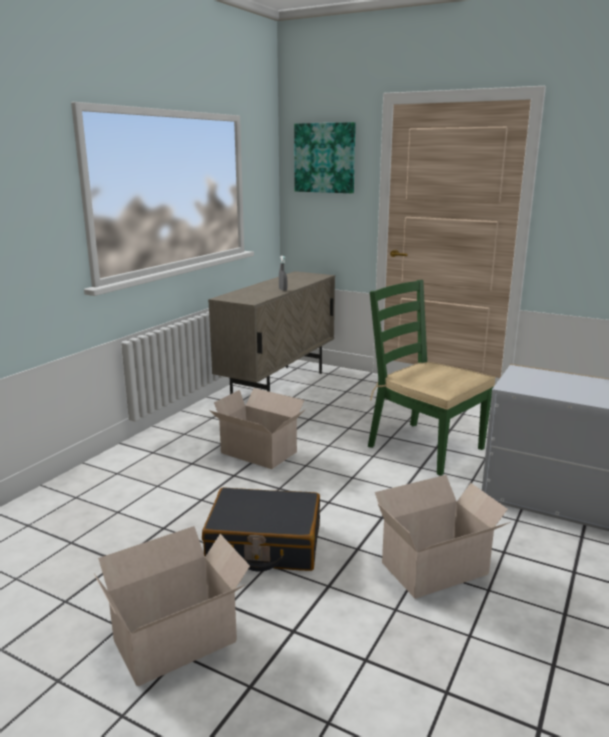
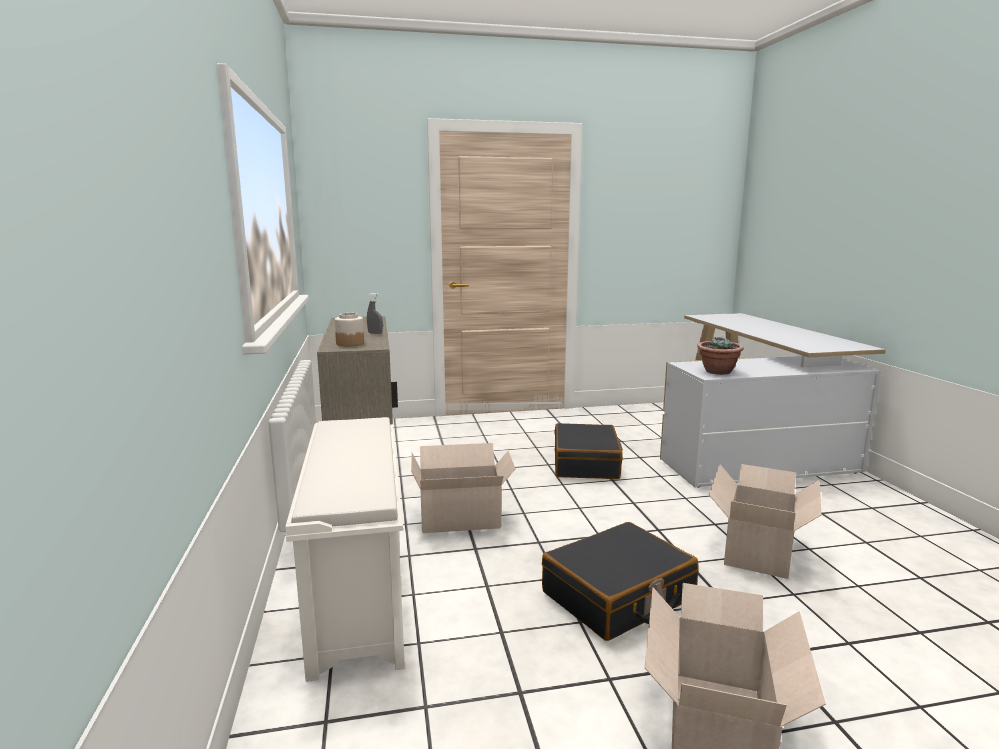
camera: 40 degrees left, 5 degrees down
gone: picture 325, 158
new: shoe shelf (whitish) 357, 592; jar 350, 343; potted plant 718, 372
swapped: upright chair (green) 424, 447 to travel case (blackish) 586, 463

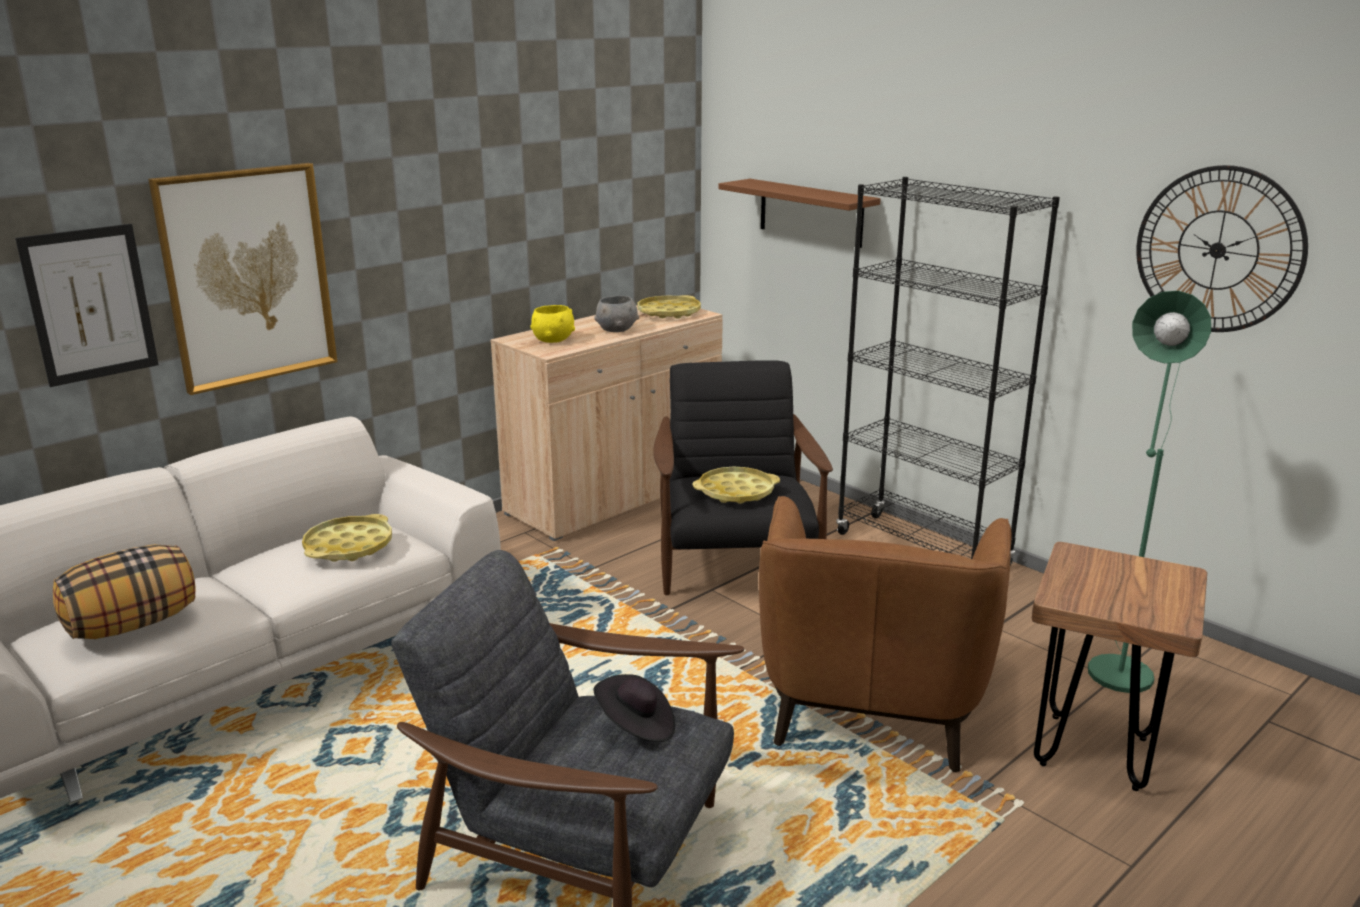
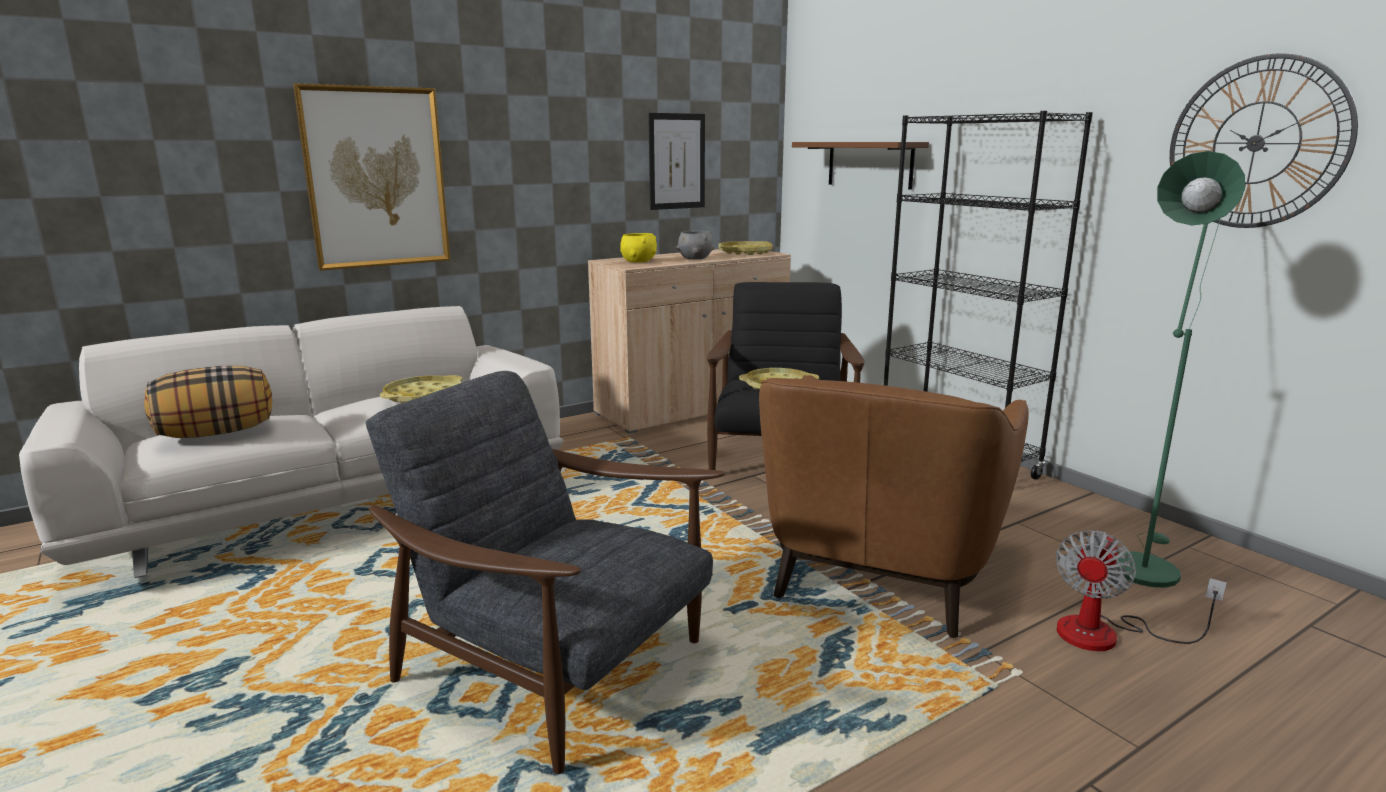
camera: 10 degrees right, 5 degrees down
gone: hat (blackish) 636, 726
shifted: picture 90, 304 to 676, 161
swapped: sitting stool (brownish) 1094, 751 to cooling fan 1107, 634

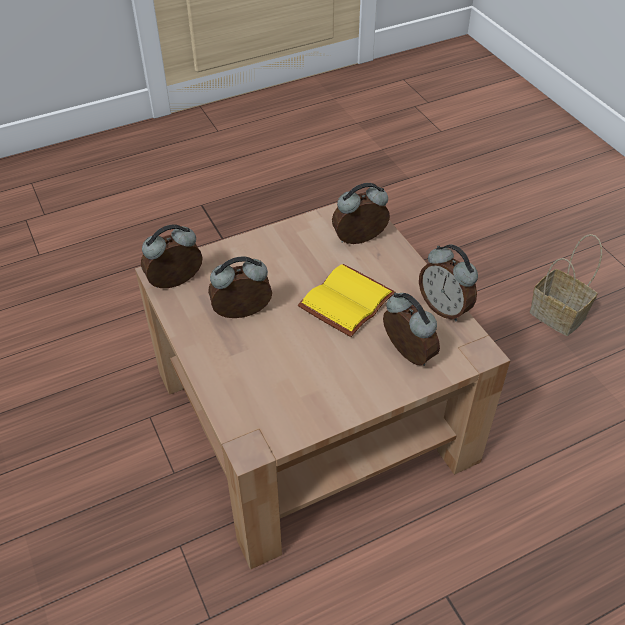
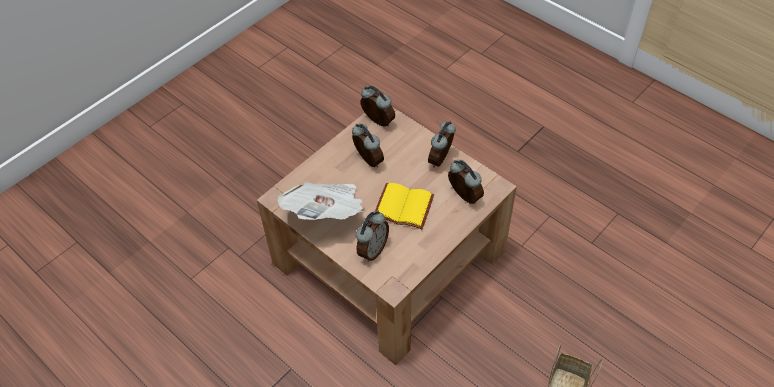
camera: 70 degrees right, 5 degrees up
new: newspaper 326, 213
shifted: alarm clock 444, 308 to 441, 160

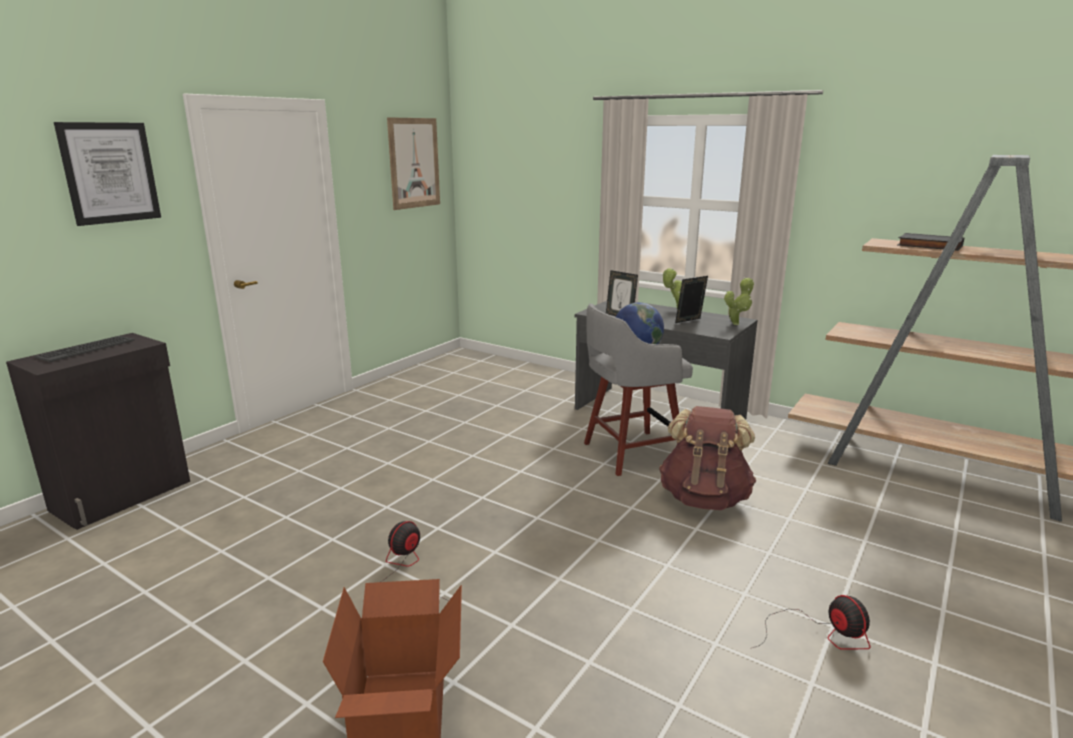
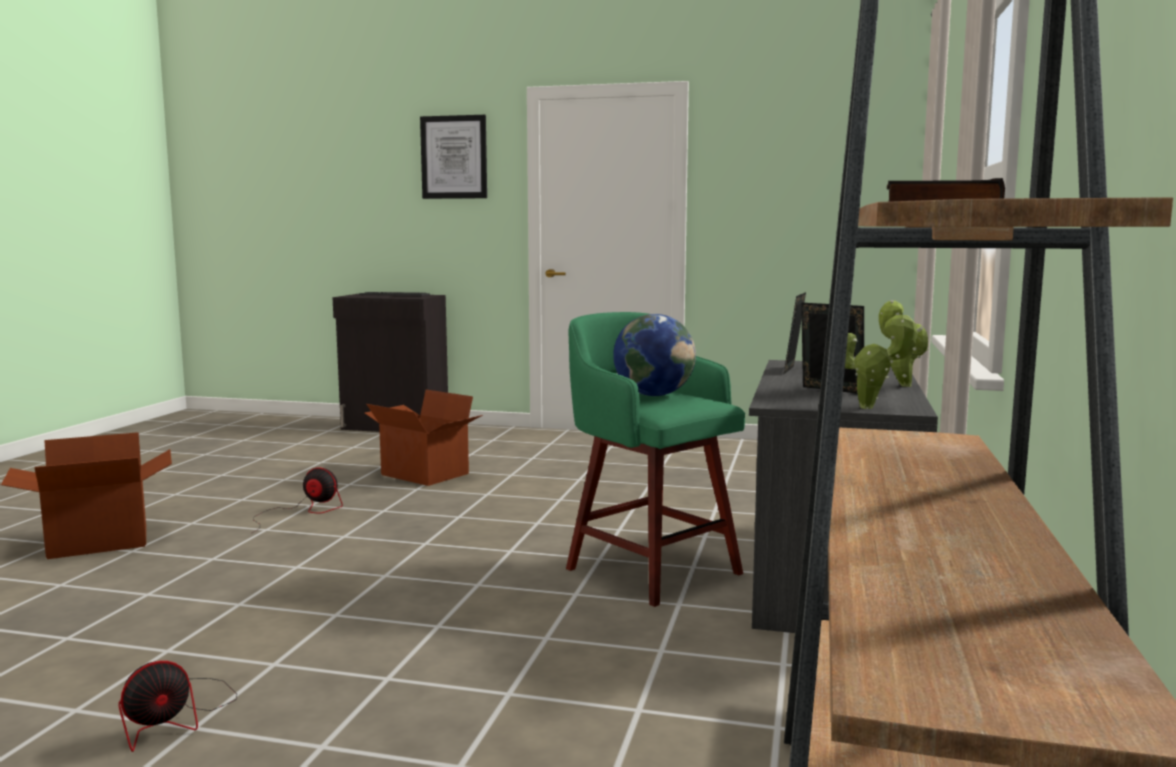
camera: 70 degrees right, 10 degrees down
gone: picture 414, 163; knapsack (brownish) 704, 498
new: cardboard box 423, 474
repainted: sitting stool (greyish) 630, 453 to sitting stool (green) 649, 569

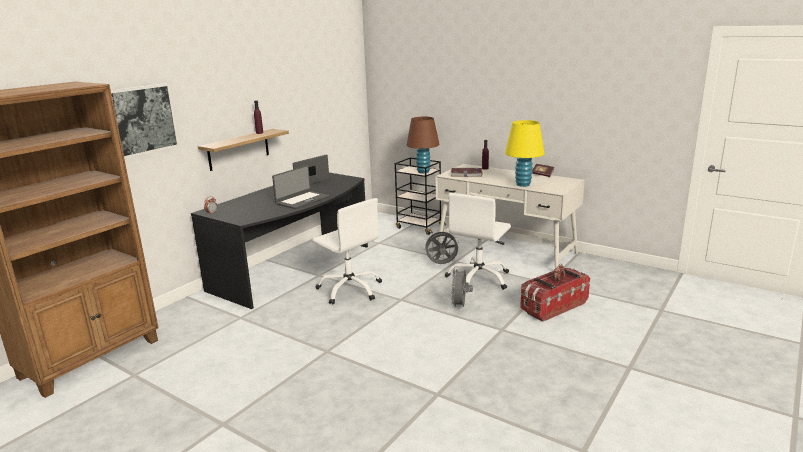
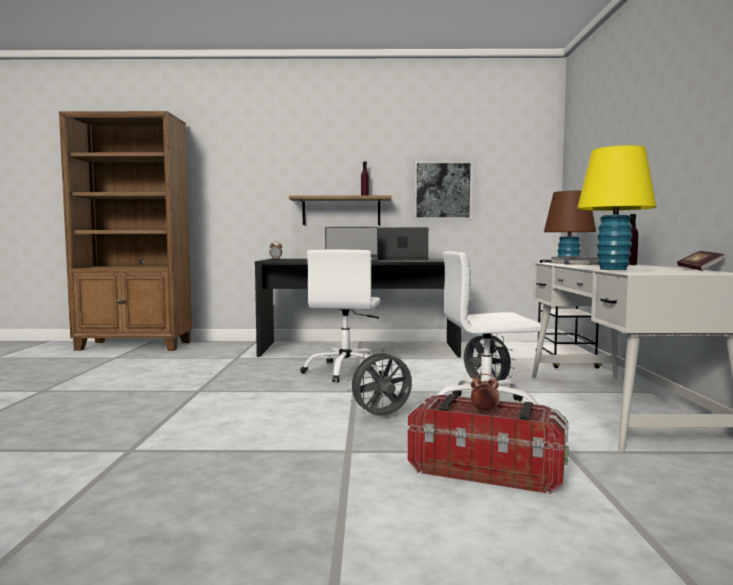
camera: 55 degrees right, 15 degrees down
shifted: picture 143, 119 to 442, 190

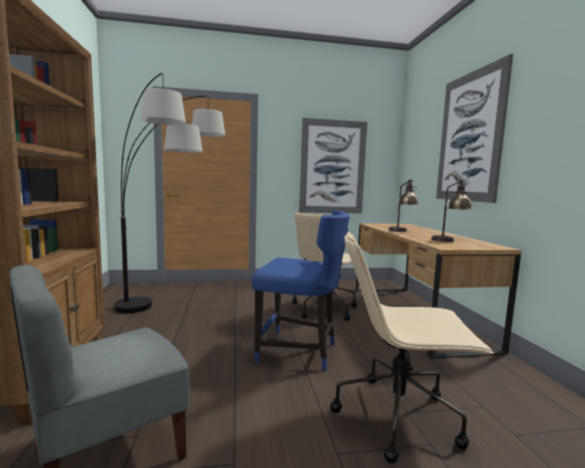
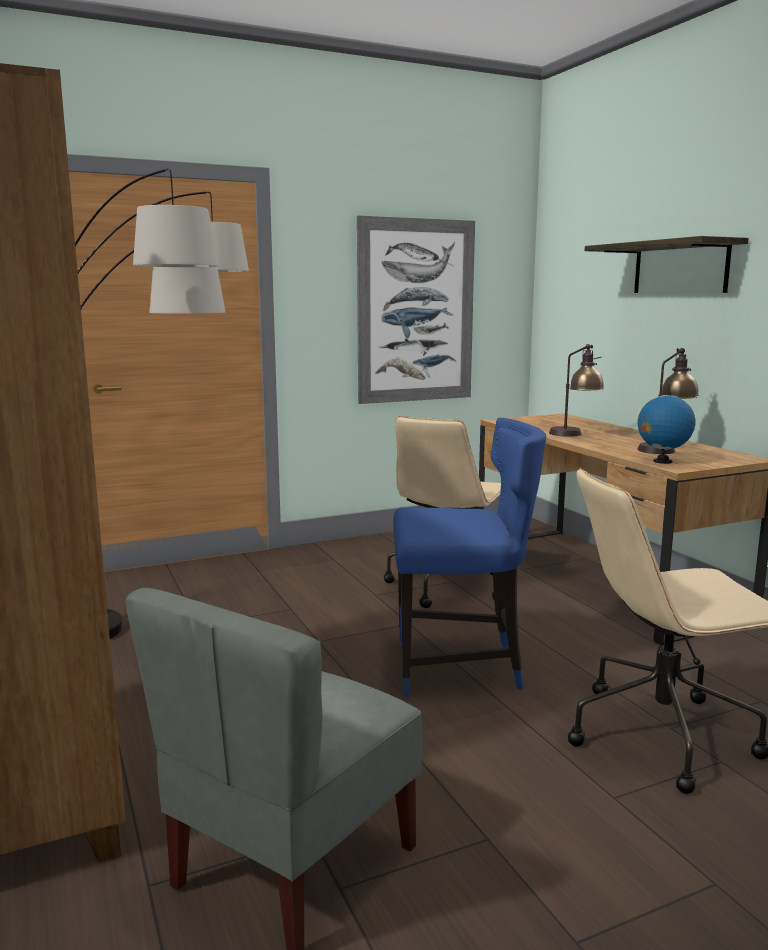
camera: 15 degrees left, 5 degrees up
new: world globe 662, 461
swapped: picture 469, 137 to shelf 680, 268

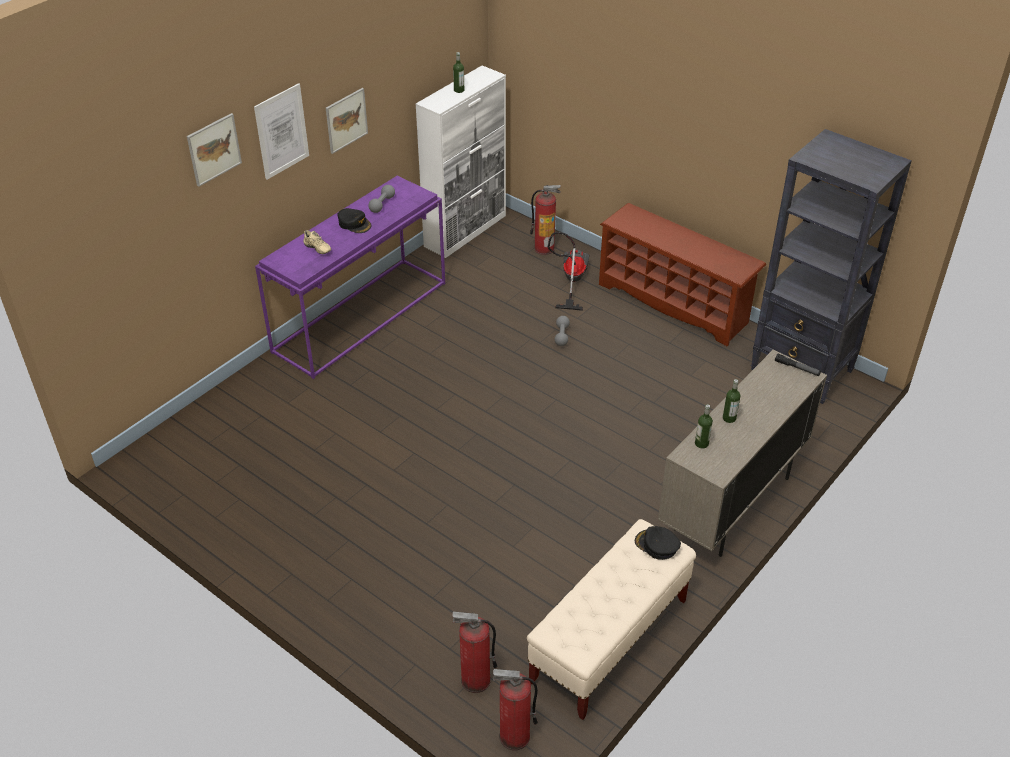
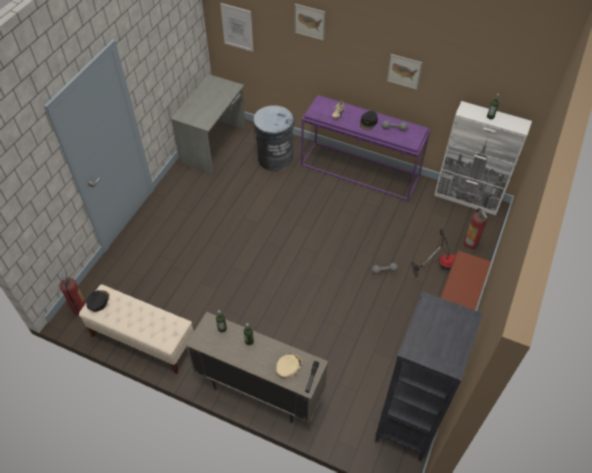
camera: 75 degrees right, 10 degrees up
gone: fire extinguisher 475, 680
new: desk (greyish) 214, 145; waste bin (greyish) 275, 158; peaked cap (beige-coloured) 288, 366
shifted: picture 282, 131 to 237, 27; peaked cap (blackish) 657, 545 to 98, 301

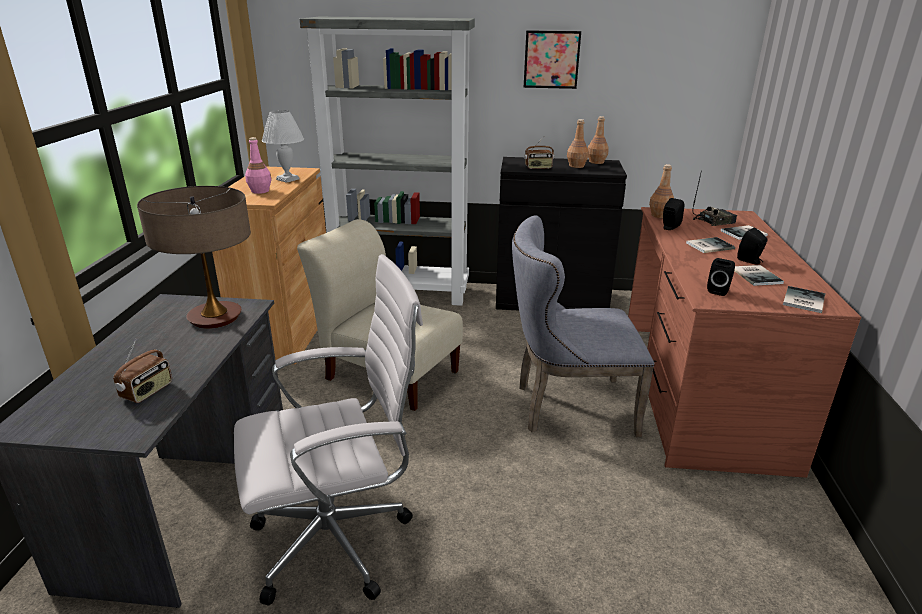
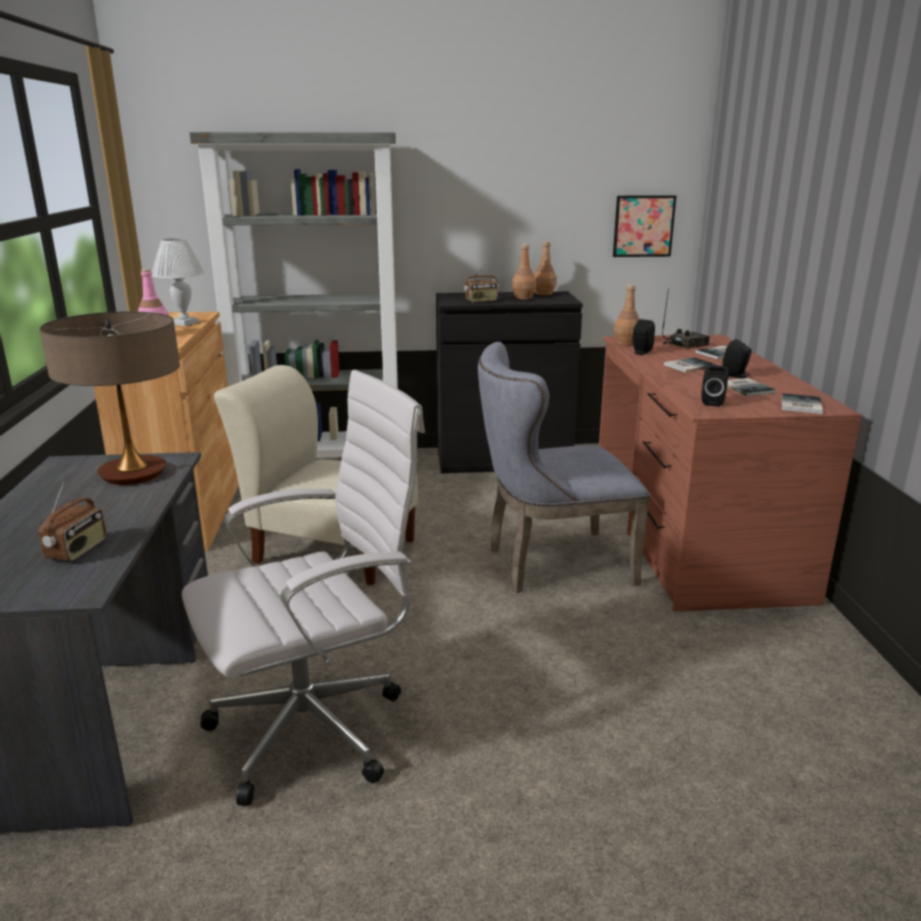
camera: 10 degrees left, 5 degrees down
shifted: picture 551, 59 to 643, 226

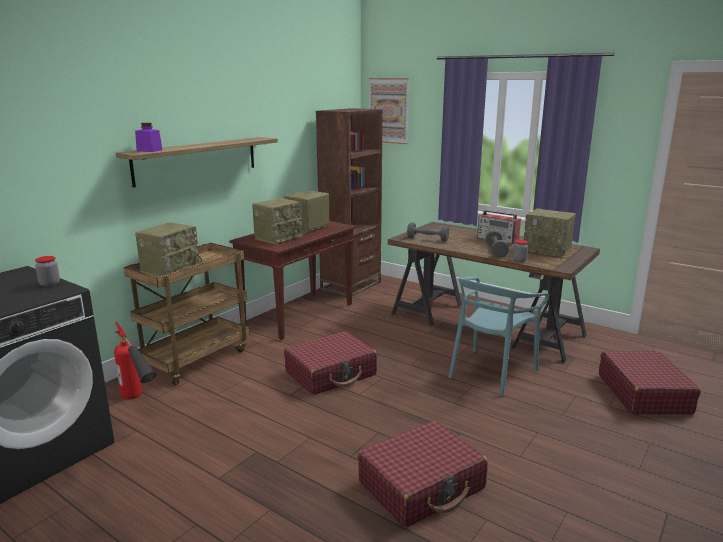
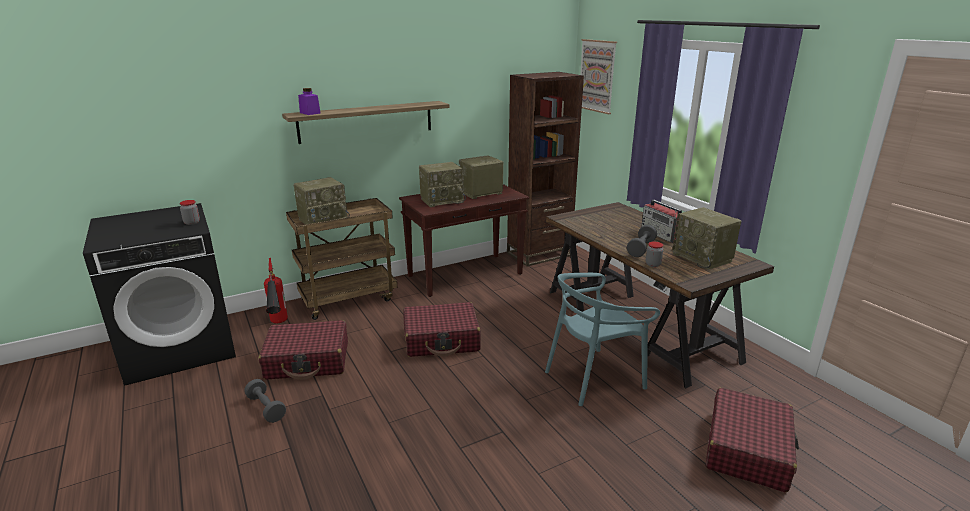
camera: 25 degrees right, 5 degrees up
shifted: travel case (red-coloured) 422, 485 to 308, 360; free weight (greyish) 427, 239 to 266, 408

